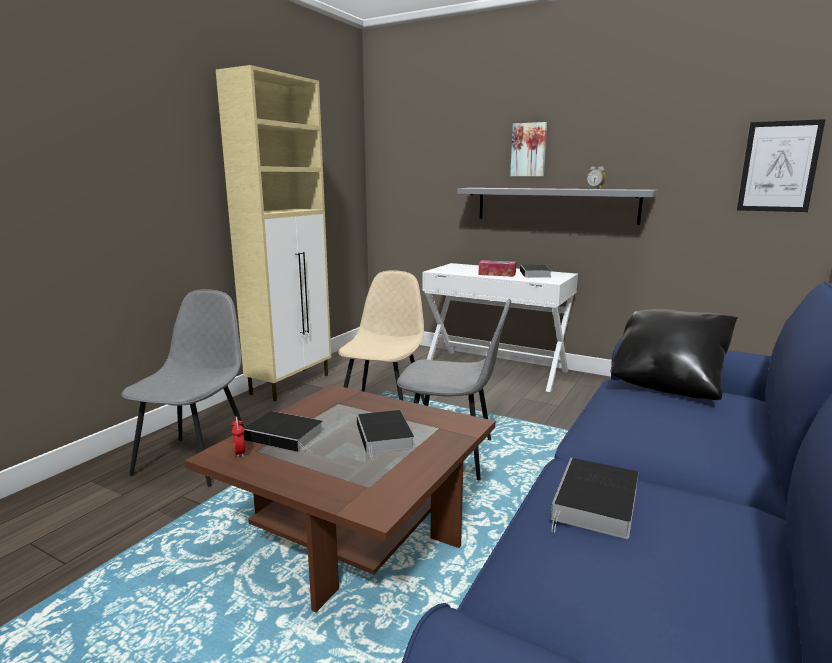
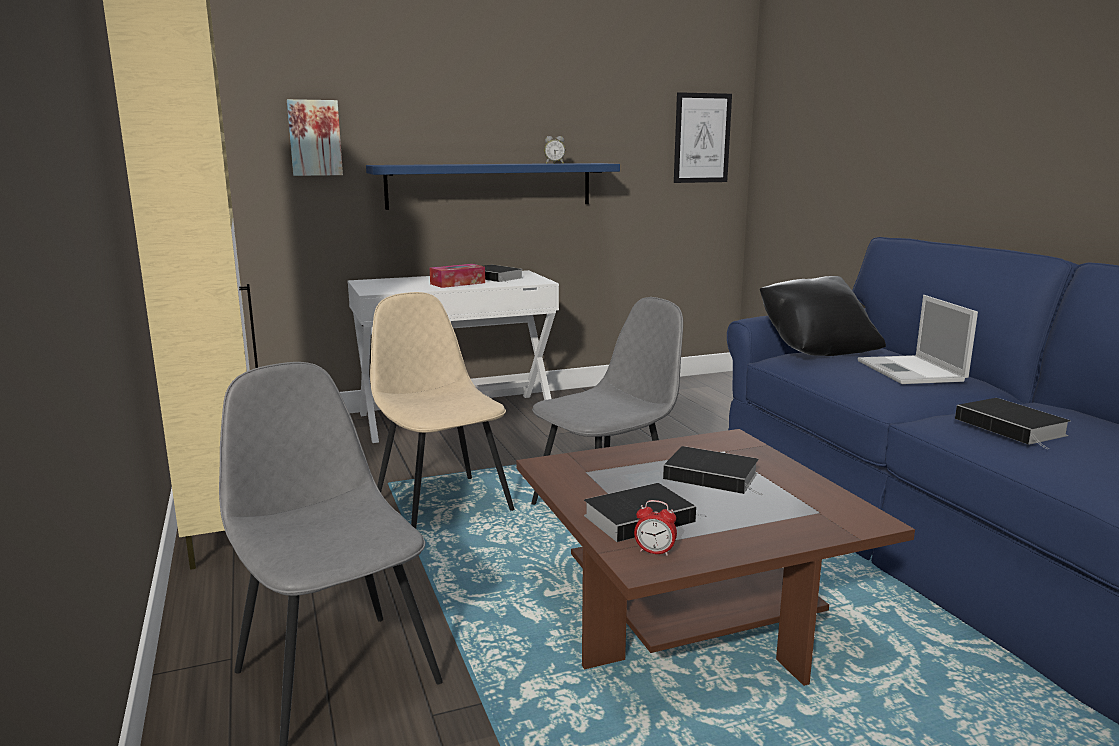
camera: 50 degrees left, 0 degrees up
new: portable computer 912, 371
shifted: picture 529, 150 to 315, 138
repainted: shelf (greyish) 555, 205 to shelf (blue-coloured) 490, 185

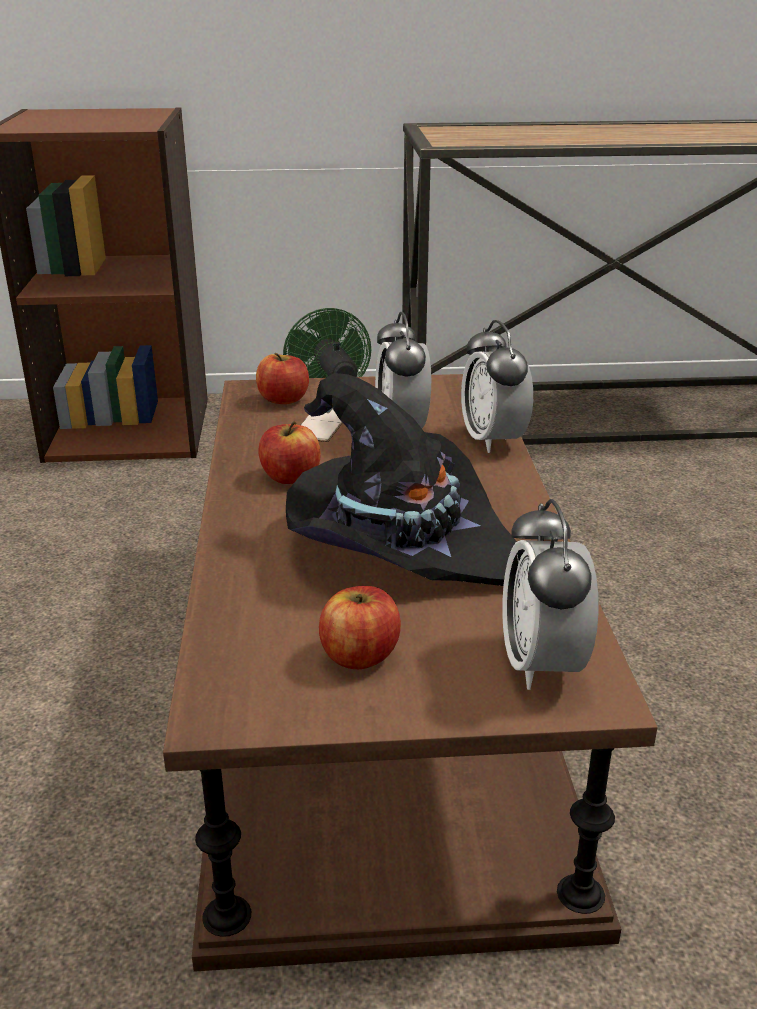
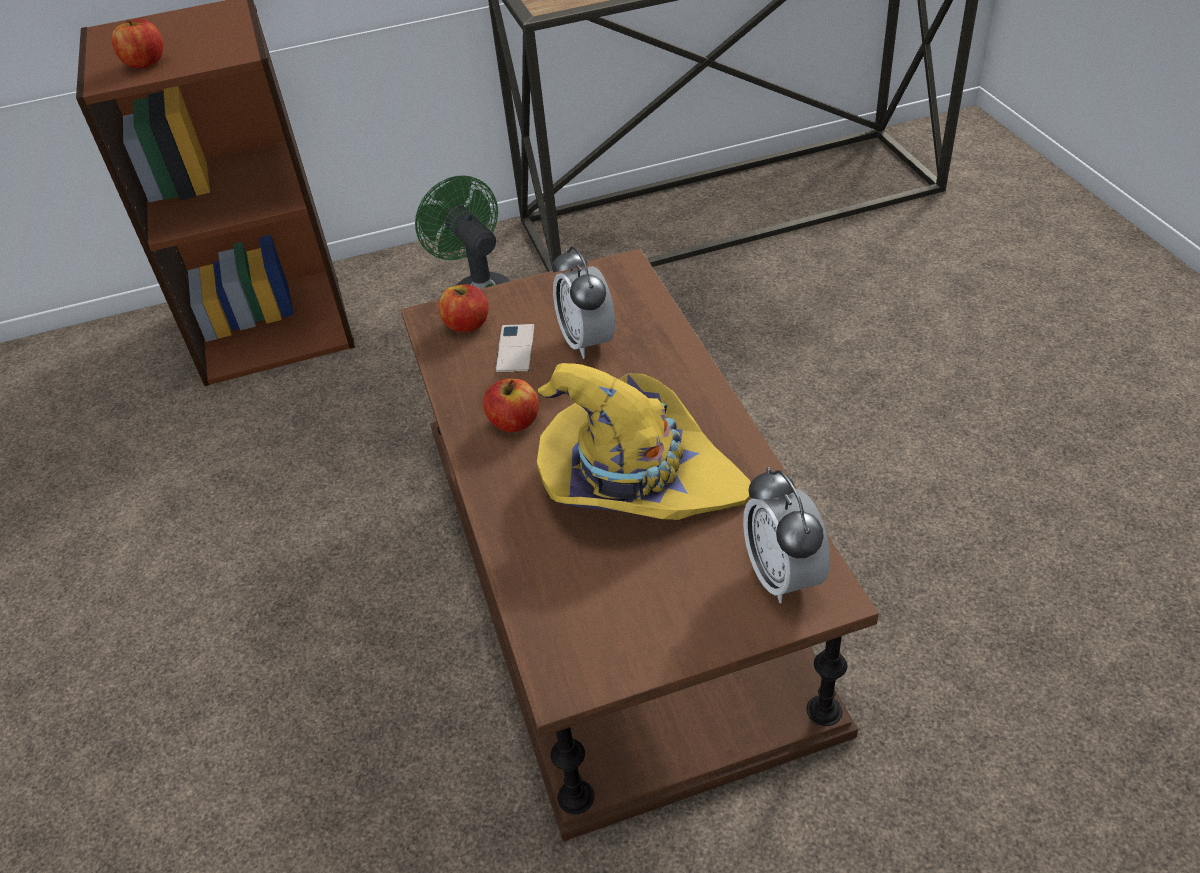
camera: 10 degrees left, 15 degrees up
gone: alarm clock 493, 440
shifted: apple fruit 359, 655 to 145, 63
repainted: hat (blackish) 401, 545 to hat (yellowish) 636, 479

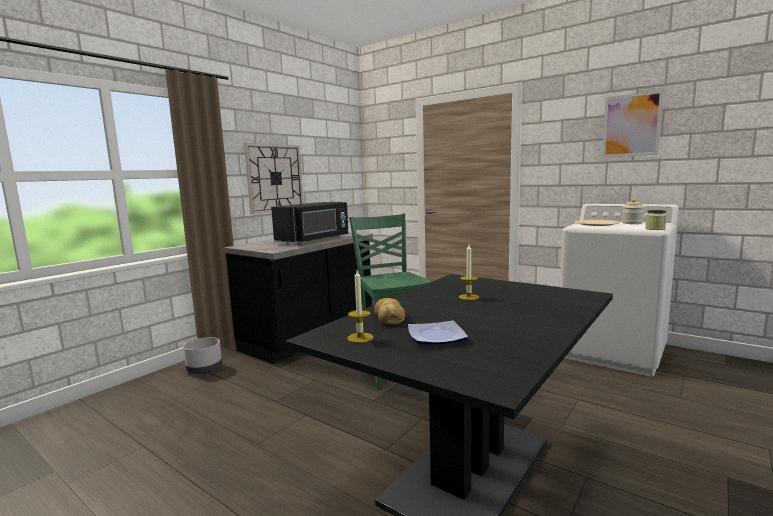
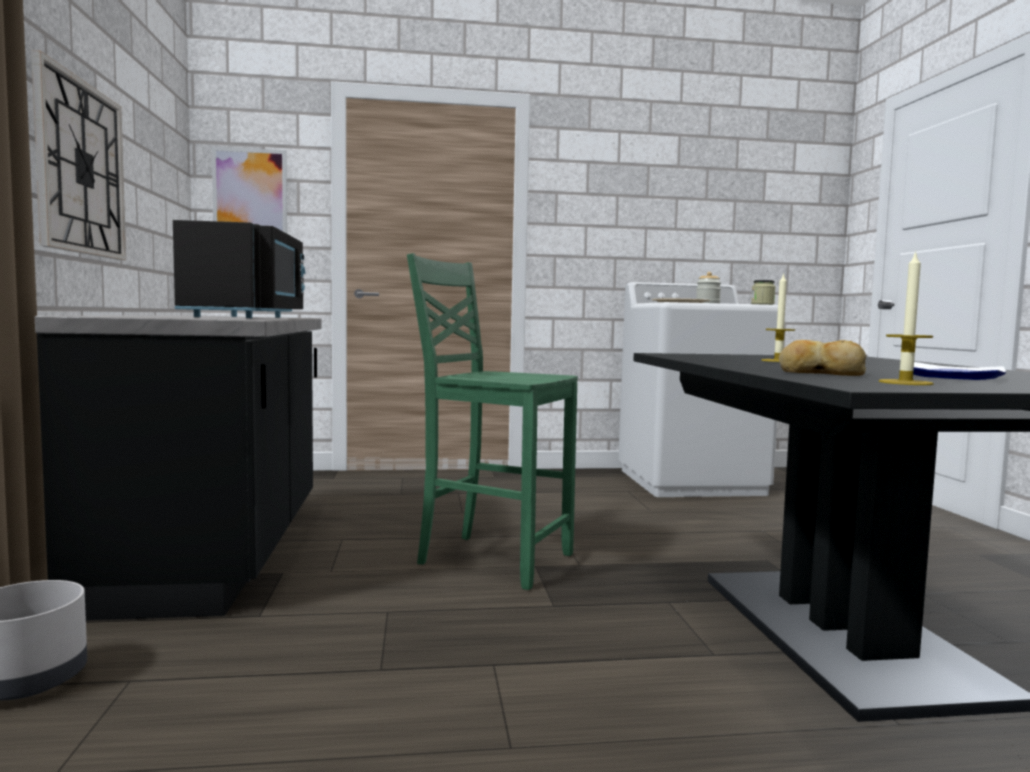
camera: 45 degrees left, 5 degrees down
shifted: picture 631, 125 to 250, 192

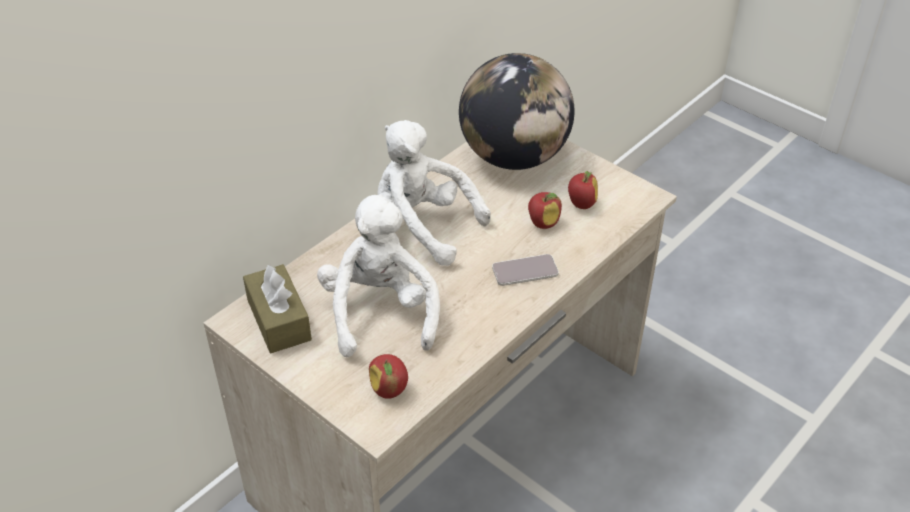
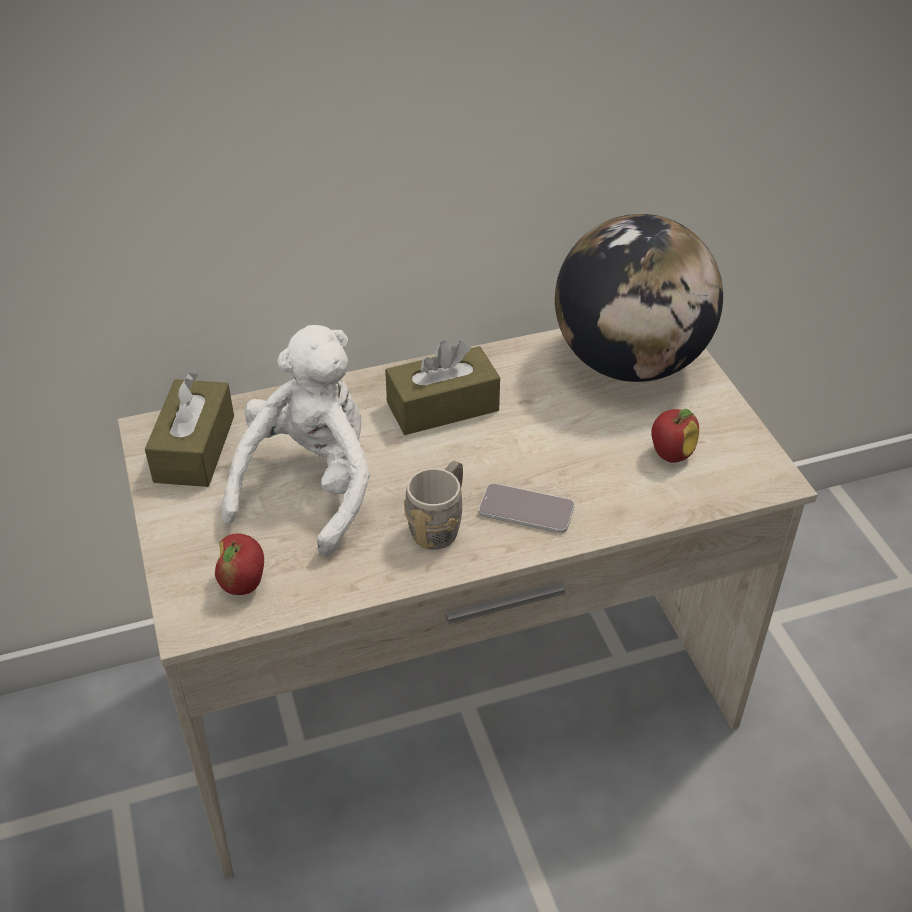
camera: 30 degrees right, 0 degrees up
gone: apple fruit 543, 223
new: coffee mug (greyish) 440, 525
swapped: cuddly toy (whitish) 421, 228 to tissue box (brownish) 442, 406

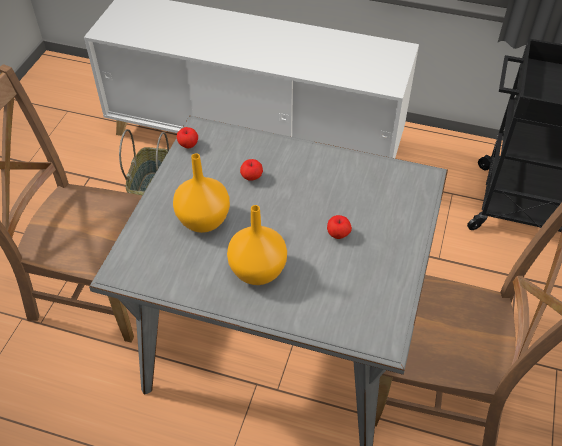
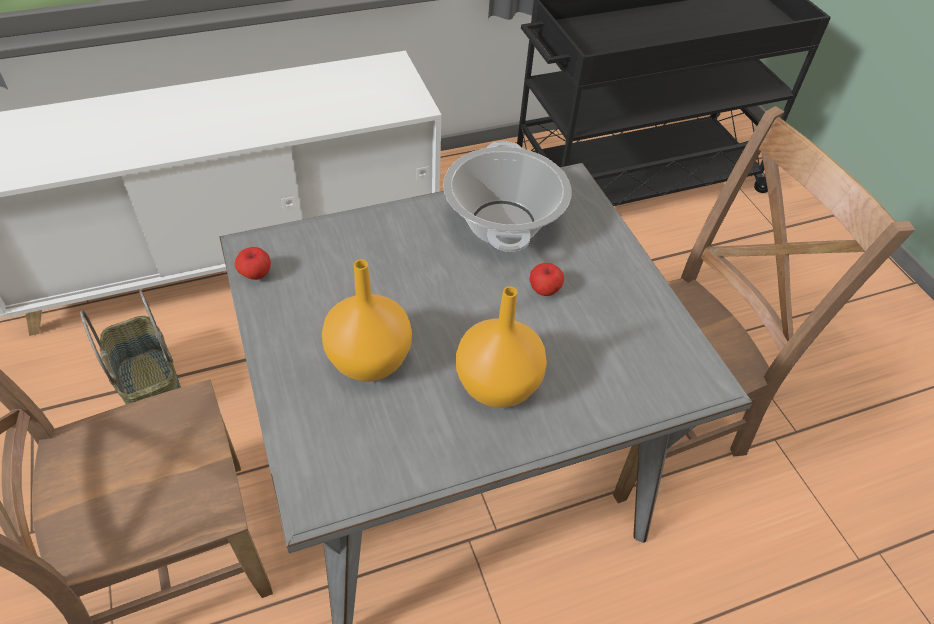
camera: 40 degrees left, 0 degrees up
gone: apple fruit 251, 177
new: saucepot 502, 223

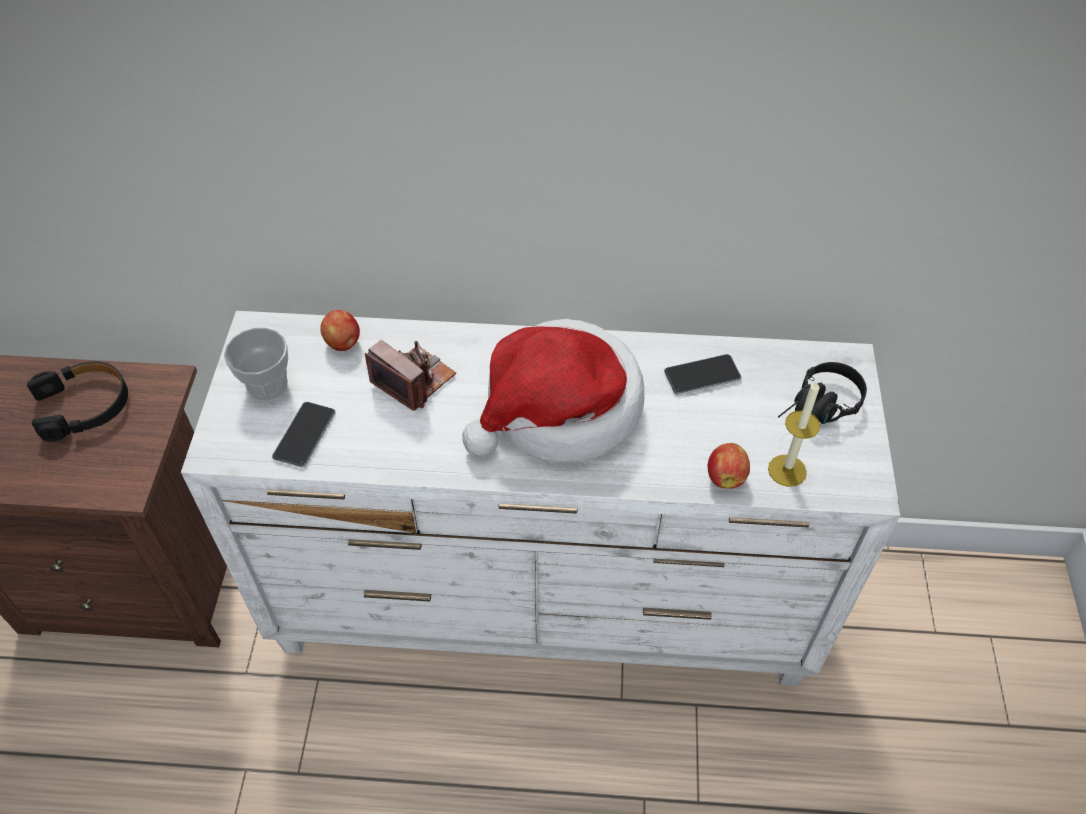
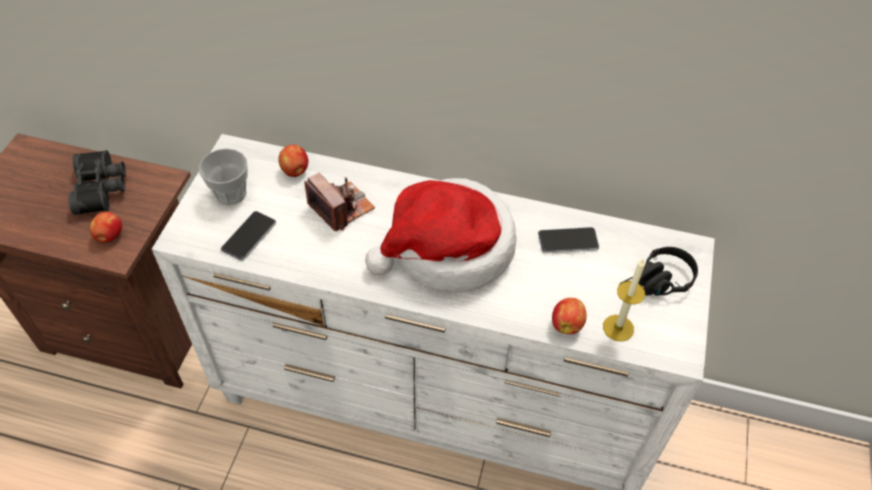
camera: 10 degrees right, 0 degrees up
new: apple fruit 109, 236
swapped: headphones (blackish) 84, 406 to pair of binoculars (blackish) 102, 188

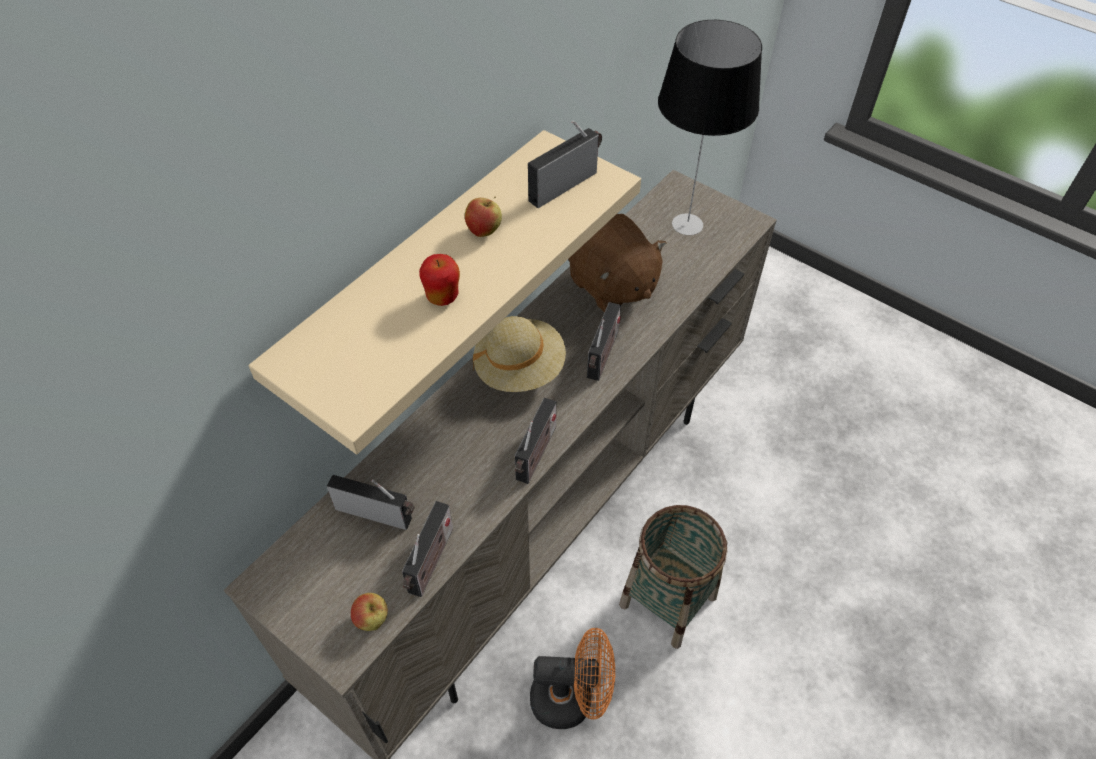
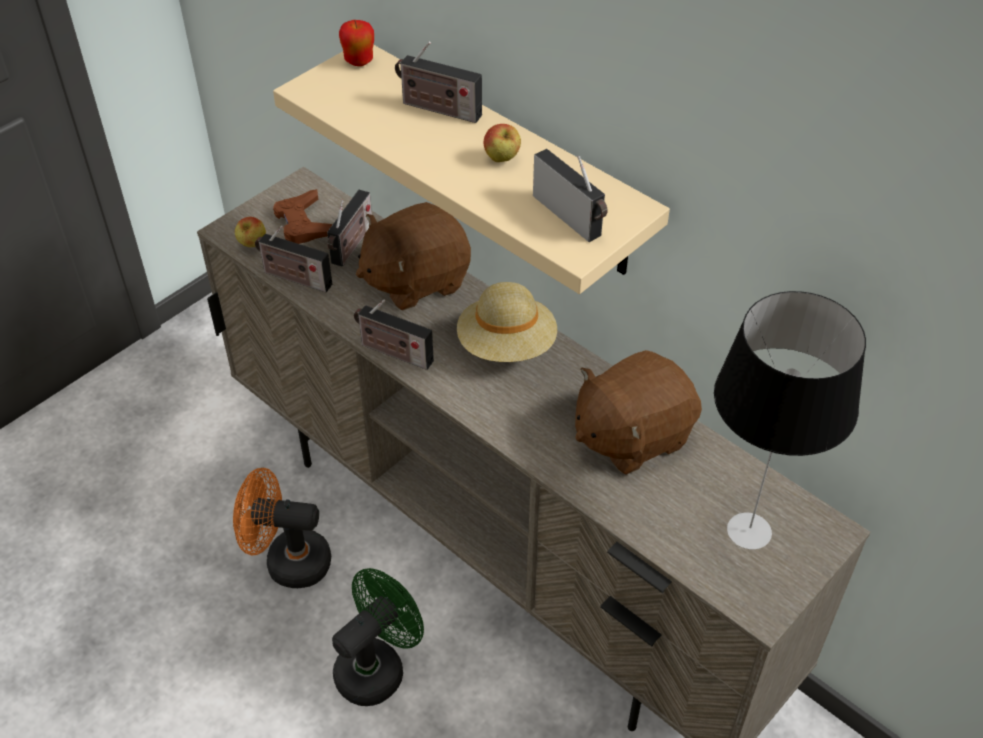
camera: 95 degrees right, 5 degrees down
new: game controller (brownish) 303, 223; cuddly toy (brownish) 415, 280
shifted: apple fruit 442, 297 to 359, 62; radio set 602, 357 to 437, 109
swapped: basket 668, 601 to cooling fan (green) 377, 666
rotated: cooling fan (orangey) 572, 698 = 288, 561 90 degrees clockwise

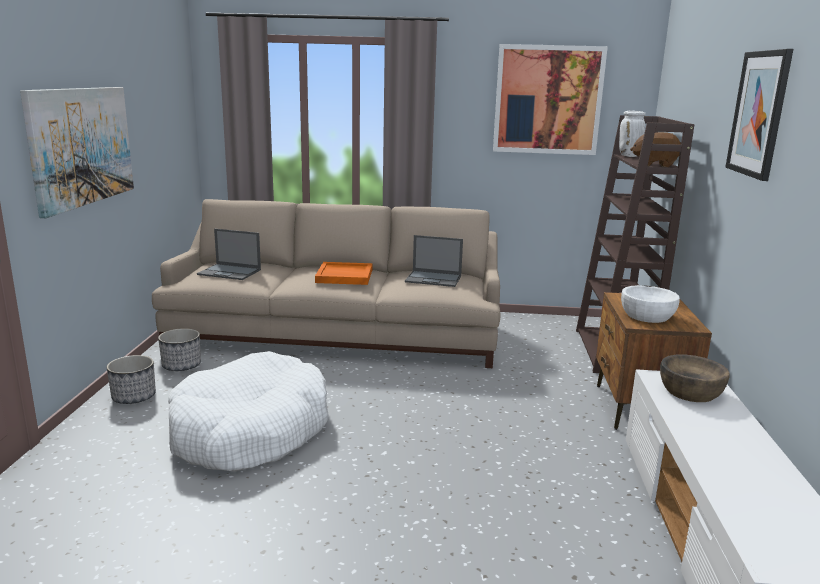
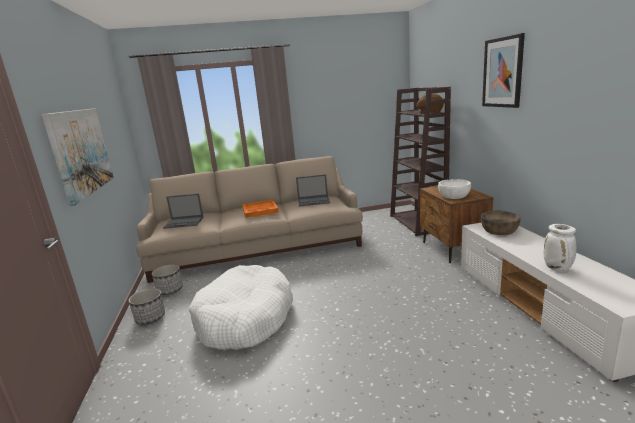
camera: 15 degrees left, 0 degrees up
gone: picture 548, 100
shifted: vase (whitish) 629, 156 to 558, 268

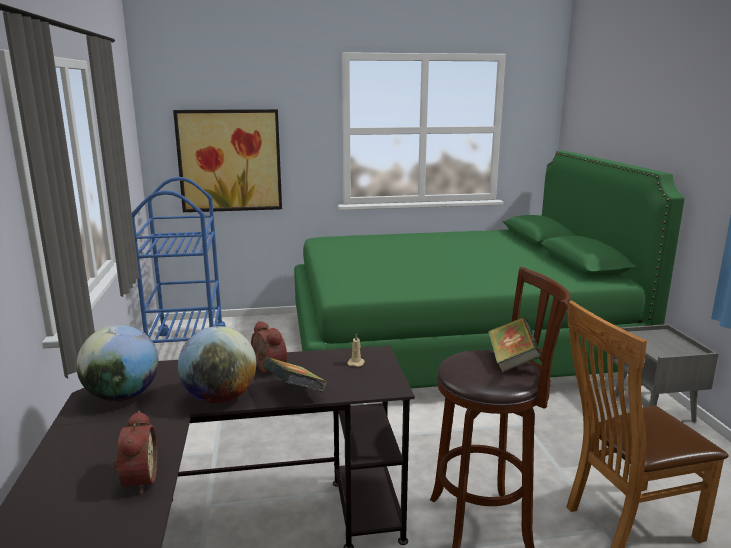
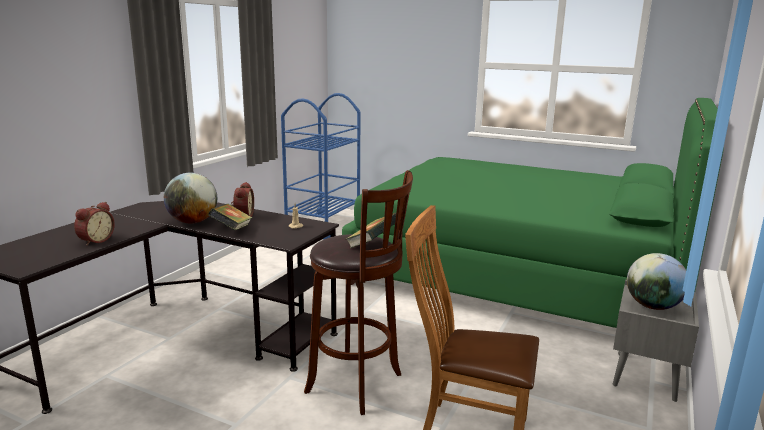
camera: 35 degrees right, 0 degrees up
gone: picture 230, 161
shifted: world globe 123, 396 to 652, 306

